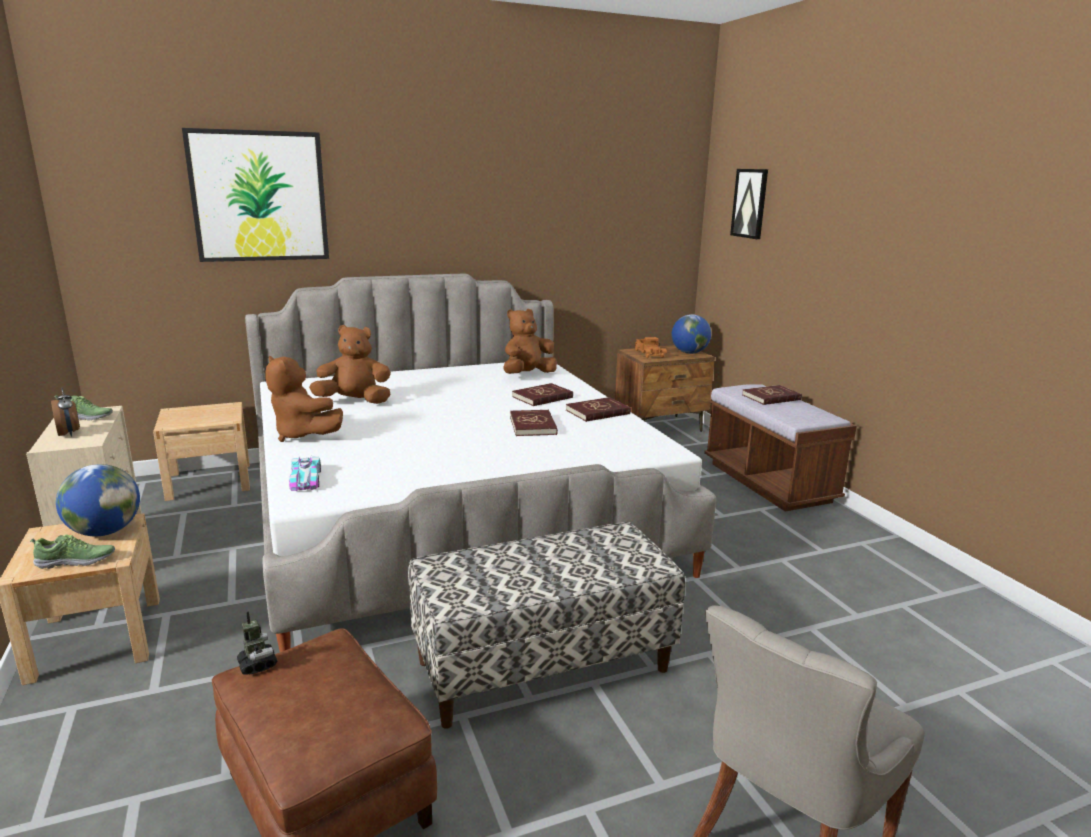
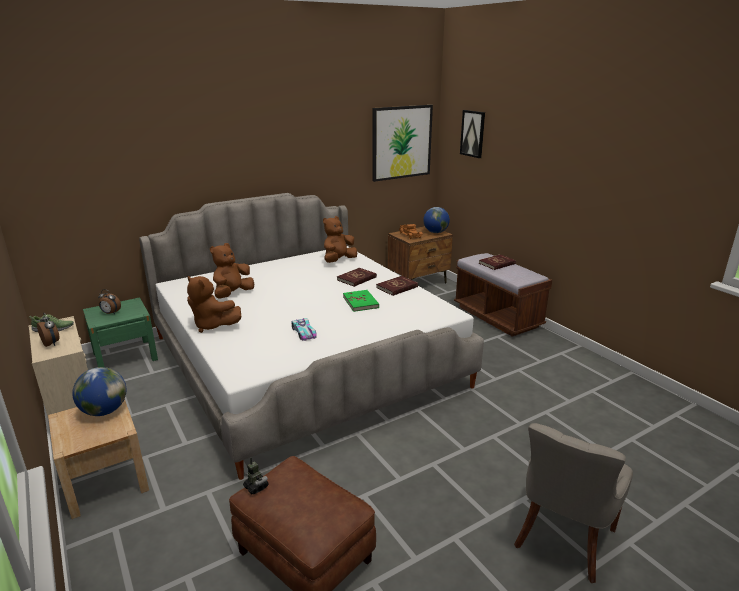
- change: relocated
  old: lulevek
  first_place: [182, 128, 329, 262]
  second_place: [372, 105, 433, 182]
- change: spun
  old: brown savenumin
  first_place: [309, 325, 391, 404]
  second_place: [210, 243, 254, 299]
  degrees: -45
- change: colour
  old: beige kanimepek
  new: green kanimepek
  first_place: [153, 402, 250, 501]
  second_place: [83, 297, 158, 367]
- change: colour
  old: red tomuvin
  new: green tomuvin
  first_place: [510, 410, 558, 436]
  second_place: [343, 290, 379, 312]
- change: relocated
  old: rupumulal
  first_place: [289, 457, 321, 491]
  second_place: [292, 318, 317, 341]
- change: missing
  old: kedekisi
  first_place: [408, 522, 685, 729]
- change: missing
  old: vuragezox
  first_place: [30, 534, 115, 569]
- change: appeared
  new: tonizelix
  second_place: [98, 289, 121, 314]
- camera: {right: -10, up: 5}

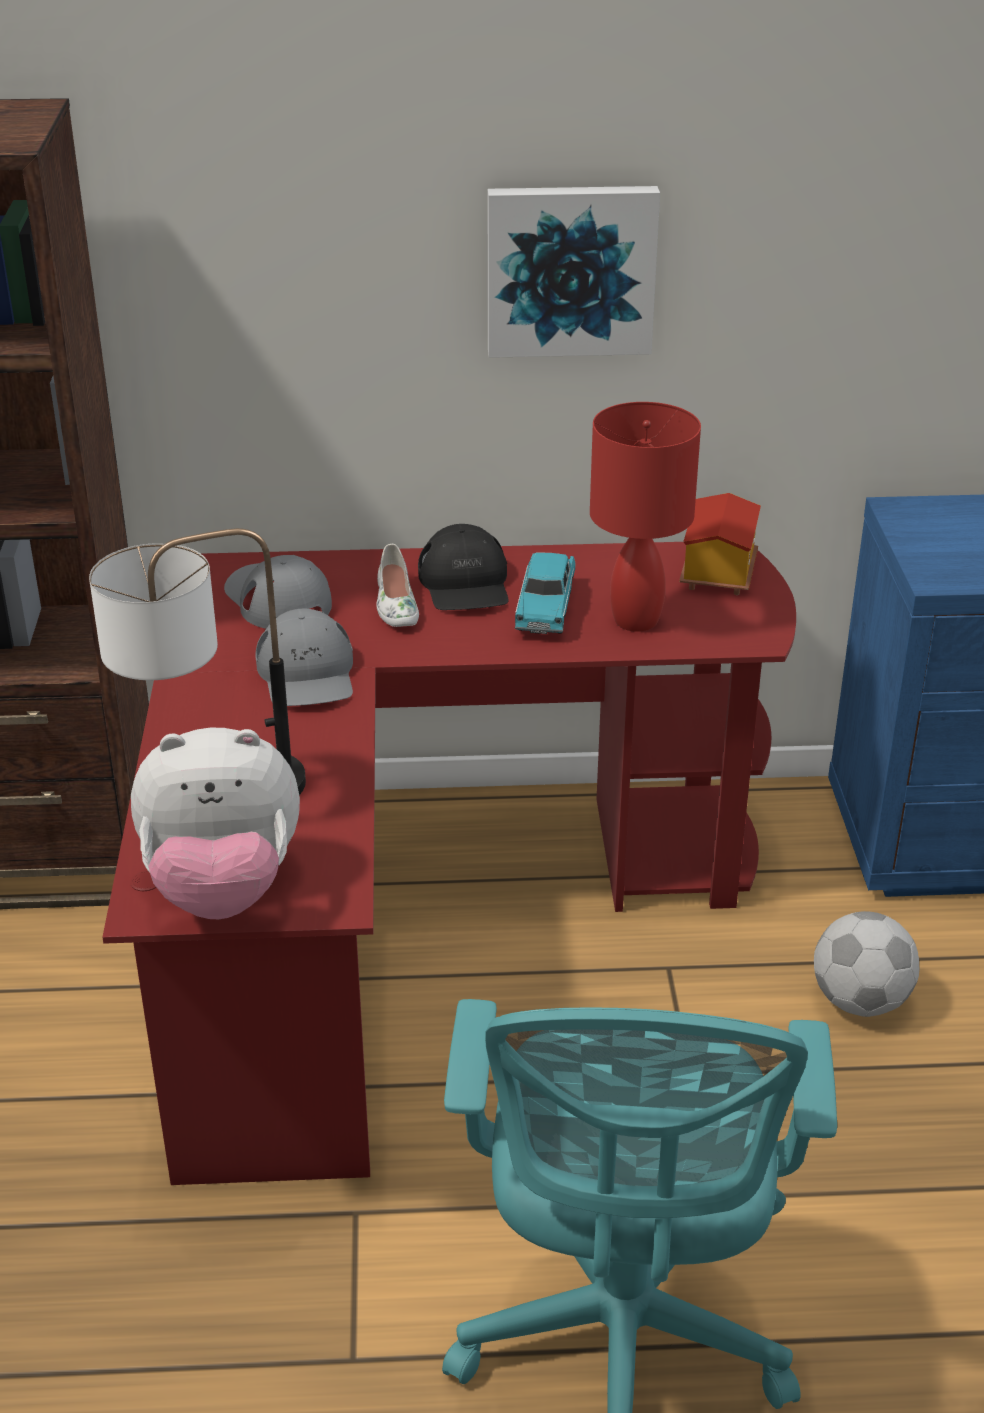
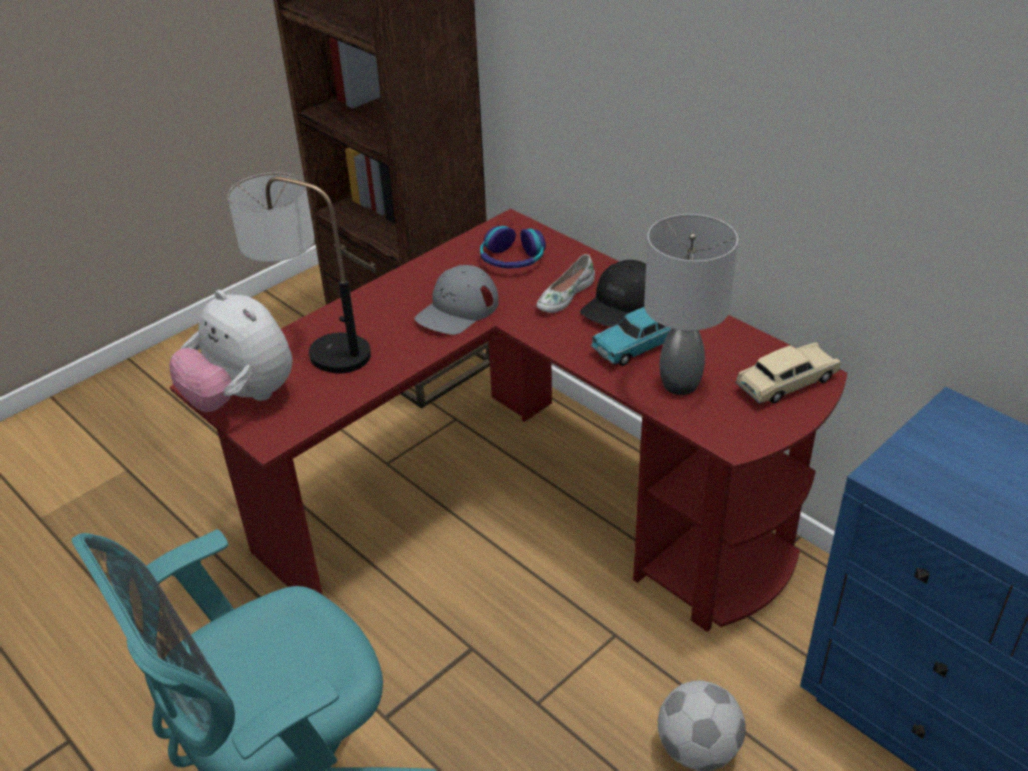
- change: missing
  old: lulevek
  first_place: [488, 186, 660, 358]
- change: colour
  old: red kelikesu
  new: grey kelikesu
  first_place: [590, 402, 701, 632]
  second_place: [644, 214, 738, 395]
- change: exchanged
  old: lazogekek
  new: beige rupumulal
  first_place: [679, 493, 761, 595]
  second_place: [735, 342, 841, 404]
- change: exchanged
  old: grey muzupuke
  new: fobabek
  first_place: [224, 555, 332, 629]
  second_place: [480, 226, 546, 268]
- camera: {right: 50, up: 5}

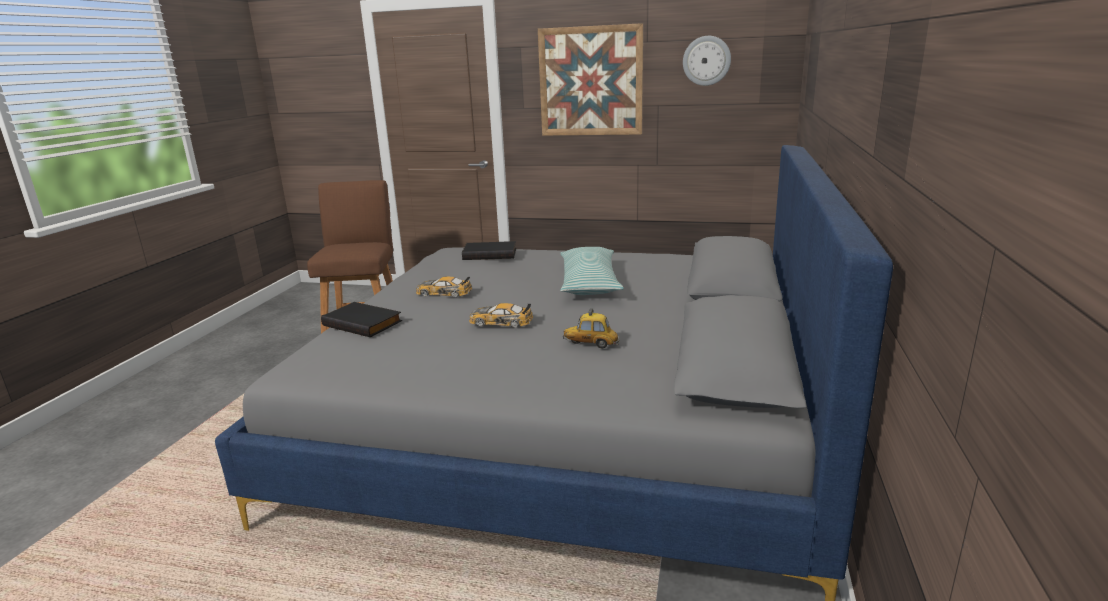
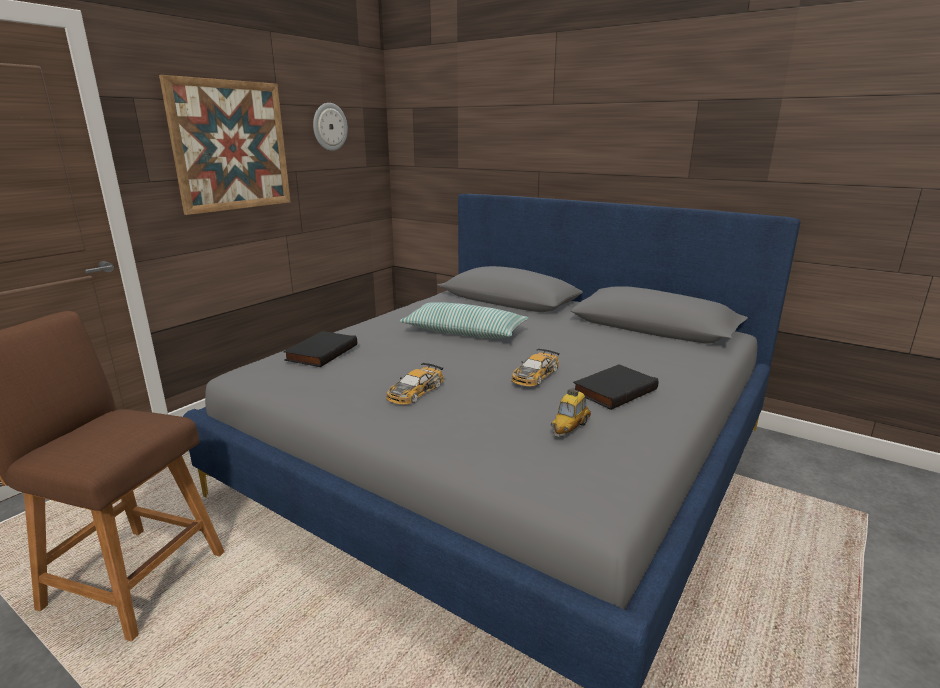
- change: relocated
  old: black tomuvin
  first_place: [321, 302, 402, 338]
  second_place: [573, 364, 658, 410]
- change: relocated
  old: rupumulal
  first_place: [563, 308, 620, 348]
  second_place: [551, 389, 591, 437]
- camera: {right: -70, up: 0}

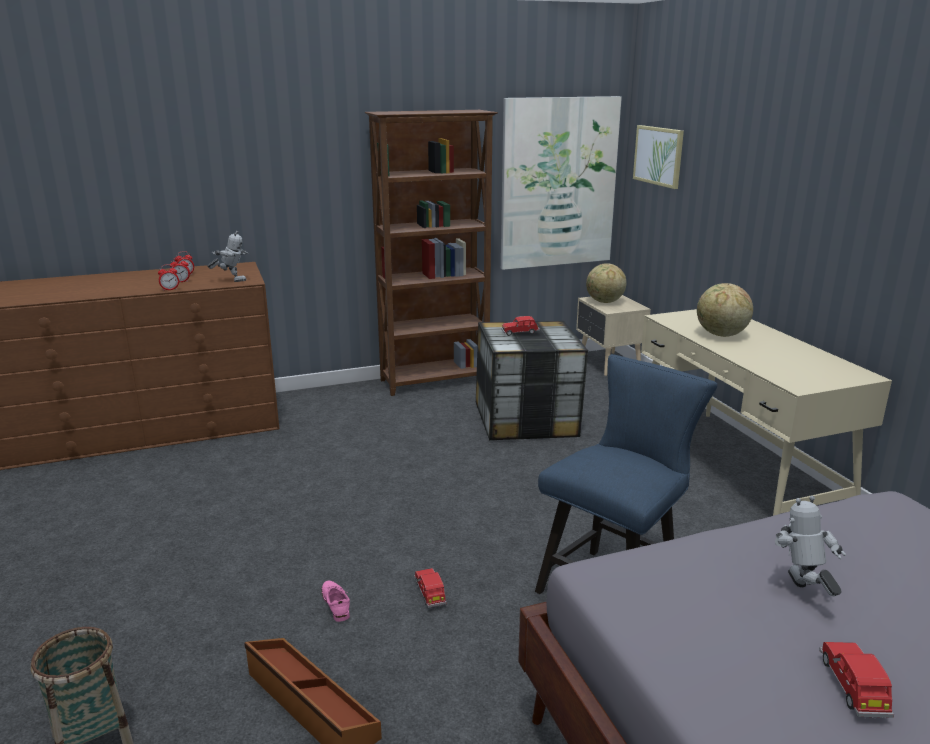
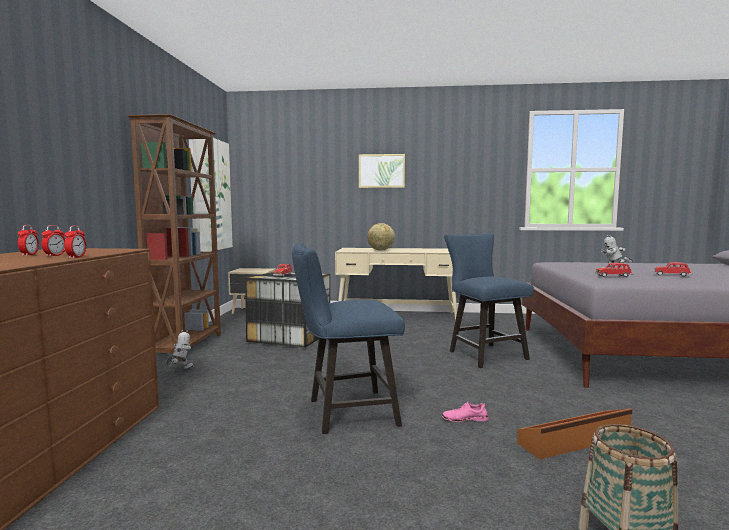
- change: relocated
  old: lulevek
  first_place: [633, 125, 684, 189]
  second_place: [359, 154, 405, 188]
- change: relocated
  old: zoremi
  first_place: [207, 231, 249, 282]
  second_place: [165, 330, 193, 370]
- change: missing
  old: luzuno
  first_place: [586, 263, 627, 303]
- change: relocated
  old: red rupumulal
  first_place: [414, 568, 447, 608]
  second_place: [595, 263, 633, 277]
- change: appeared
  new: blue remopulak
  second_place: [292, 243, 405, 434]
- camera: {right: -65, up: -15}

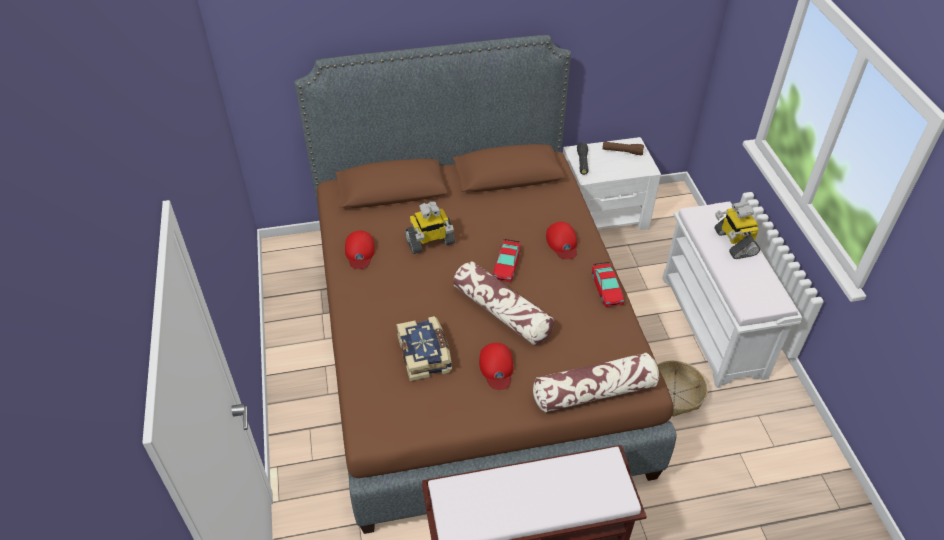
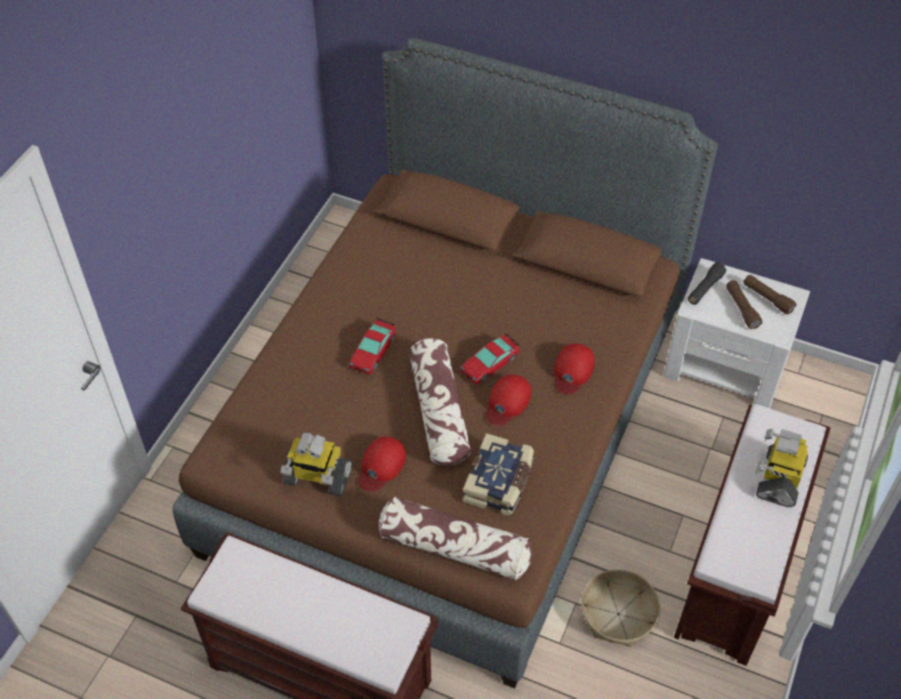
- change: relocated
  old: zoremi
  first_place: [405, 201, 455, 254]
  second_place: [281, 433, 352, 497]
- change: colour
  old: white kedekisi
  new: brown kedekisi
  first_place: [662, 201, 802, 388]
  second_place: [674, 404, 831, 666]
- change: relocated
  old: red muzupuke
  first_place: [345, 230, 375, 269]
  second_place: [486, 374, 531, 426]
- change: relocated
  old: rupumulal
  first_place: [592, 262, 624, 307]
  second_place: [349, 318, 396, 375]
- change: relocated
  old: tomuvin
  first_place: [396, 316, 452, 381]
  second_place: [463, 433, 534, 516]
- change: appeared
  new: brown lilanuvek
  second_place: [726, 280, 762, 329]
- camera: {right: 35, up: 5}

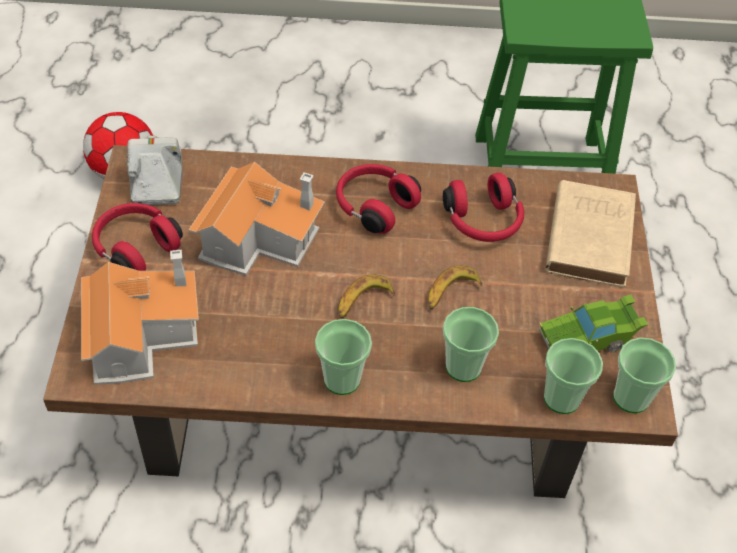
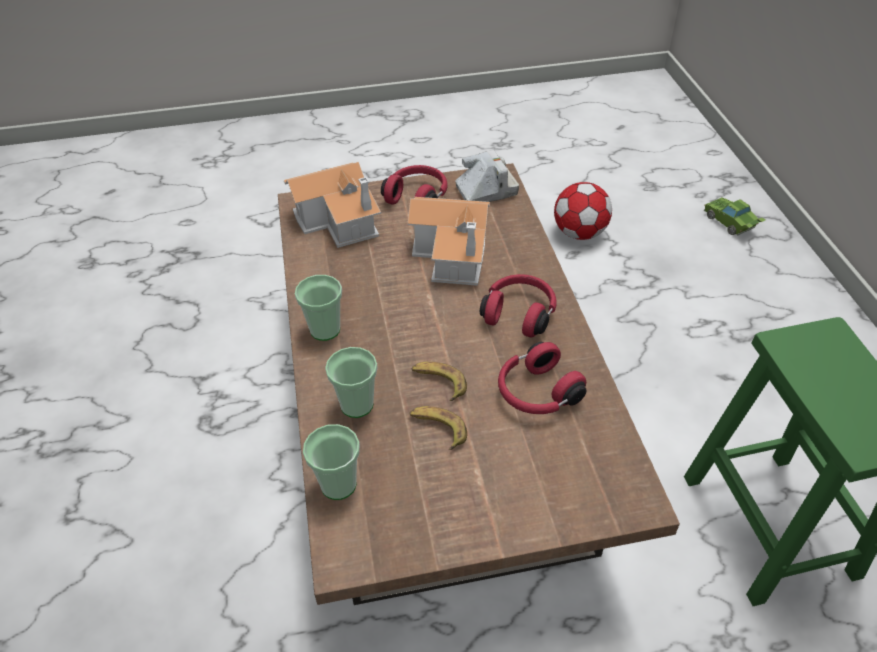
- change: missing
  old: beige tomuvin
  first_place: [546, 180, 636, 288]
- change: relocated
  old: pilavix
  first_place: [338, 274, 395, 318]
  second_place: [409, 406, 467, 450]
- change: relocated
  old: green rupumulal
  first_place: [539, 295, 648, 353]
  second_place: [704, 197, 765, 236]
- change: missing
  old: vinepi
  first_place: [613, 337, 676, 413]
- camera: {right: 80, up: -5}

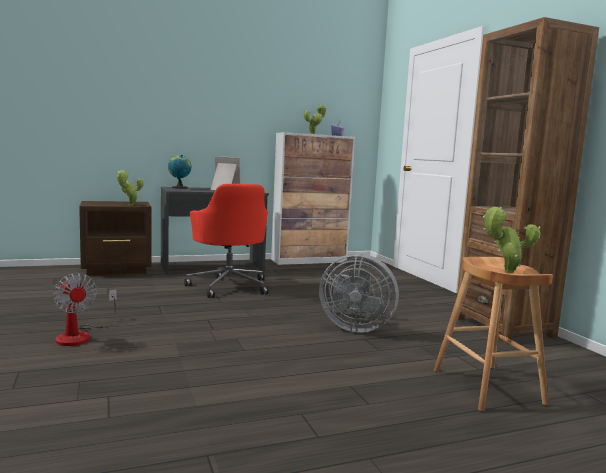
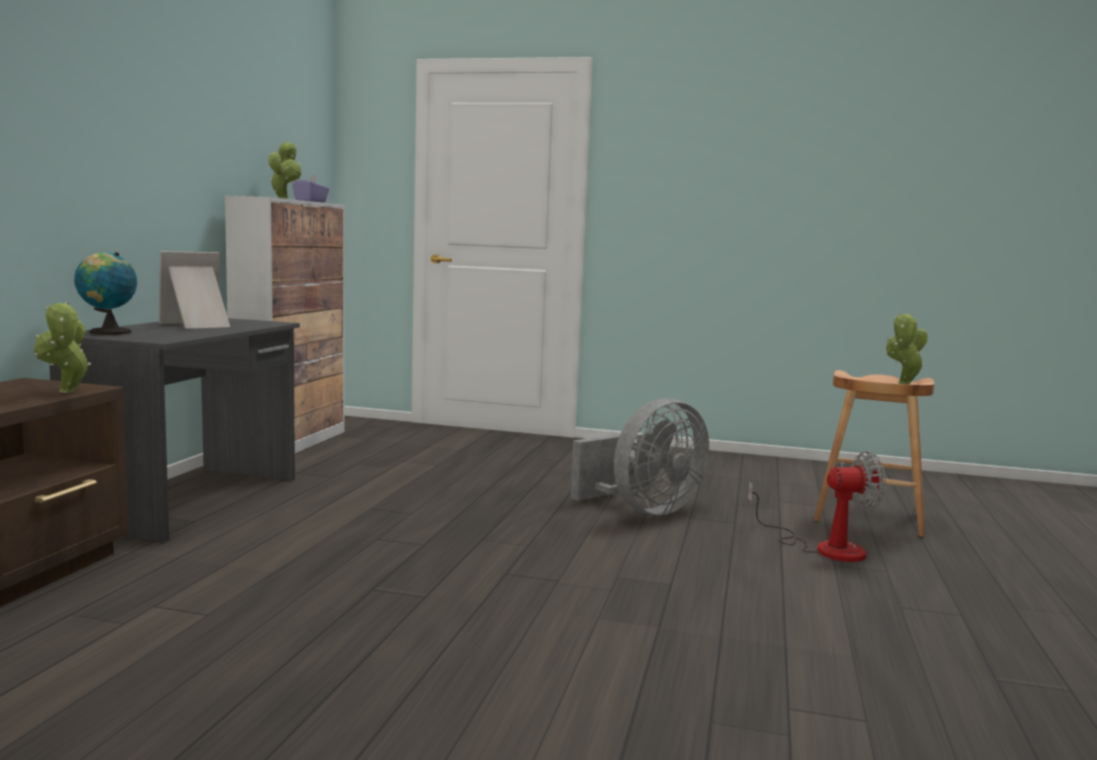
- change: missing
  old: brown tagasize
  first_place: [457, 17, 599, 344]
- change: missing
  old: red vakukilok
  first_place: [184, 184, 268, 298]
- change: relocated
  old: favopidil
  first_place: [53, 273, 117, 346]
  second_place: [748, 451, 886, 562]
- camera: {right: -55, up: 0}

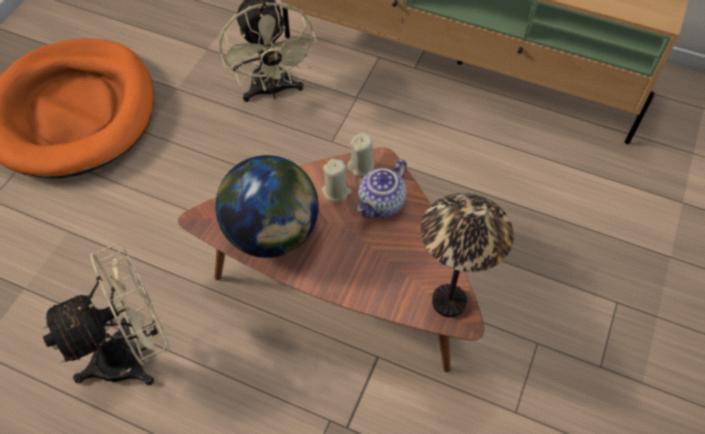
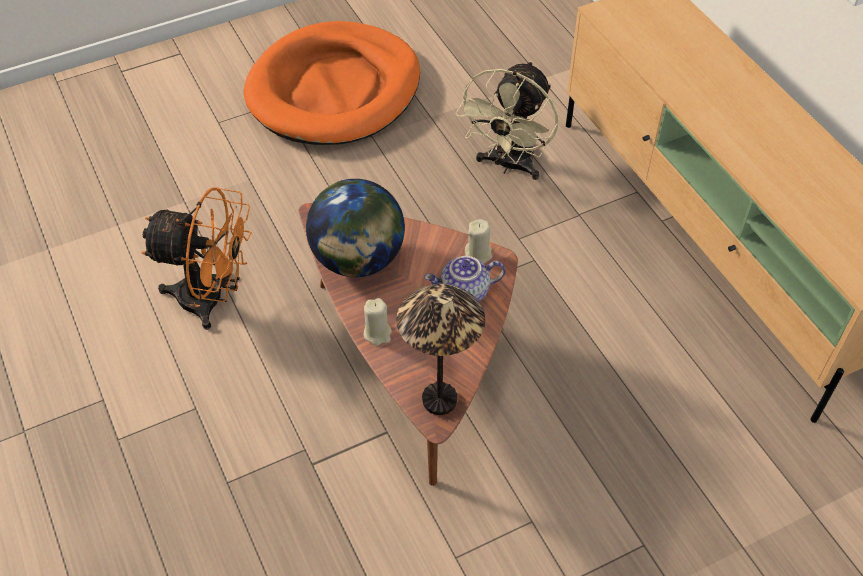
- change: relocated
  old: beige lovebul
  first_place: [322, 159, 352, 202]
  second_place: [364, 298, 392, 346]
- change: colour
  old: beige favopidil
  new: orange favopidil
  first_place: [42, 243, 170, 385]
  second_place: [141, 187, 252, 330]
- camera: {right: 40, up: -5}

